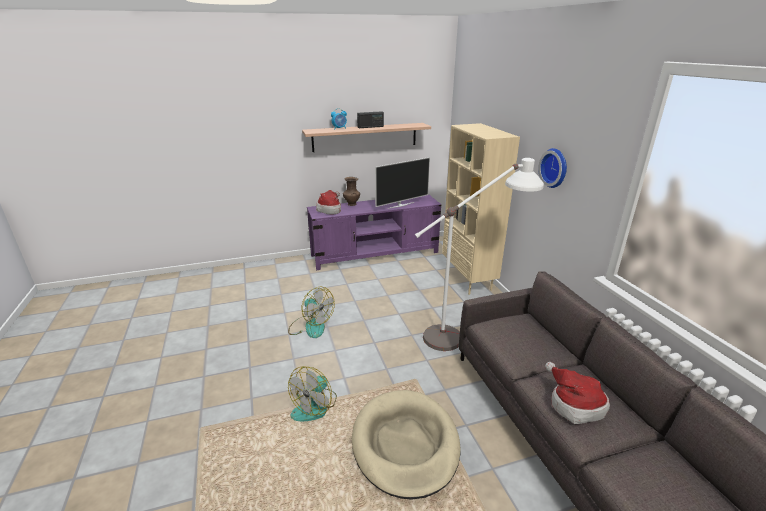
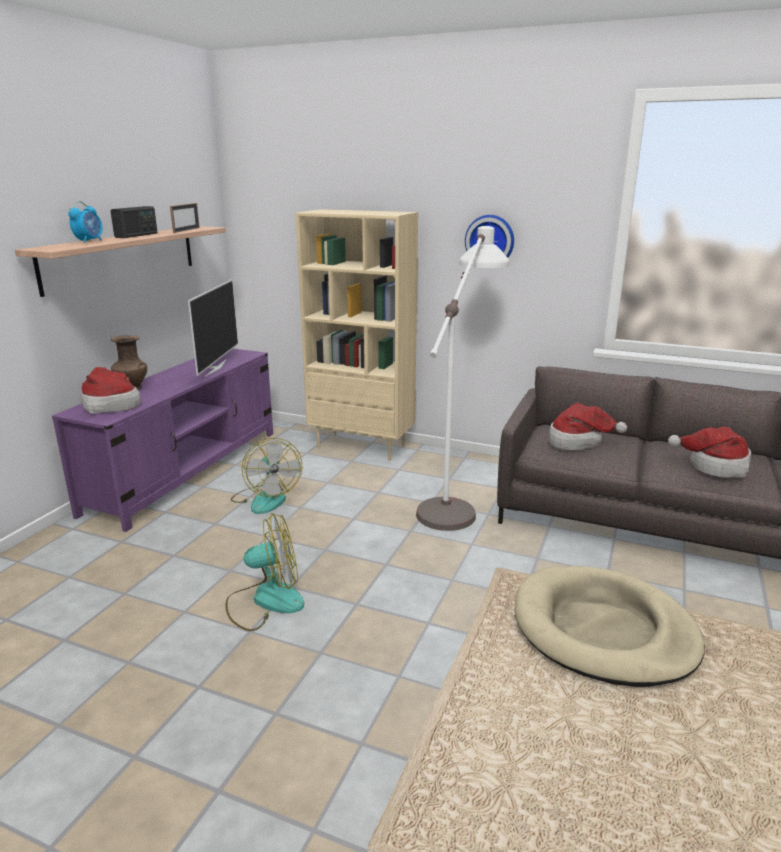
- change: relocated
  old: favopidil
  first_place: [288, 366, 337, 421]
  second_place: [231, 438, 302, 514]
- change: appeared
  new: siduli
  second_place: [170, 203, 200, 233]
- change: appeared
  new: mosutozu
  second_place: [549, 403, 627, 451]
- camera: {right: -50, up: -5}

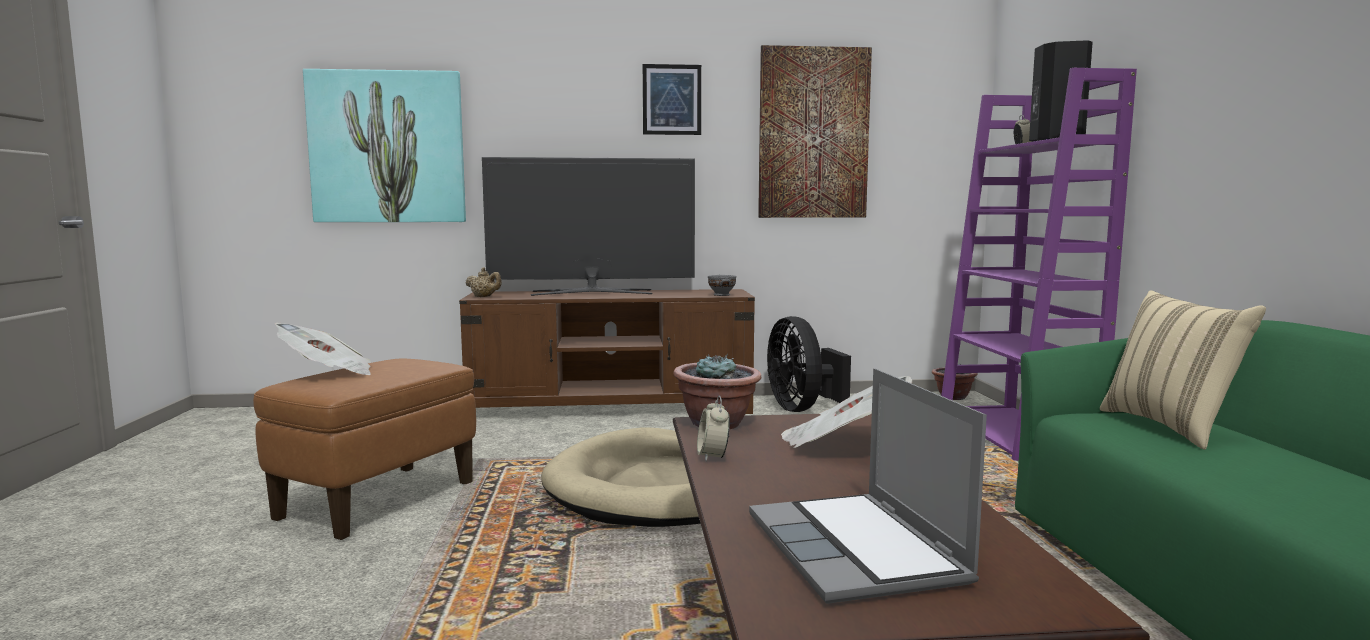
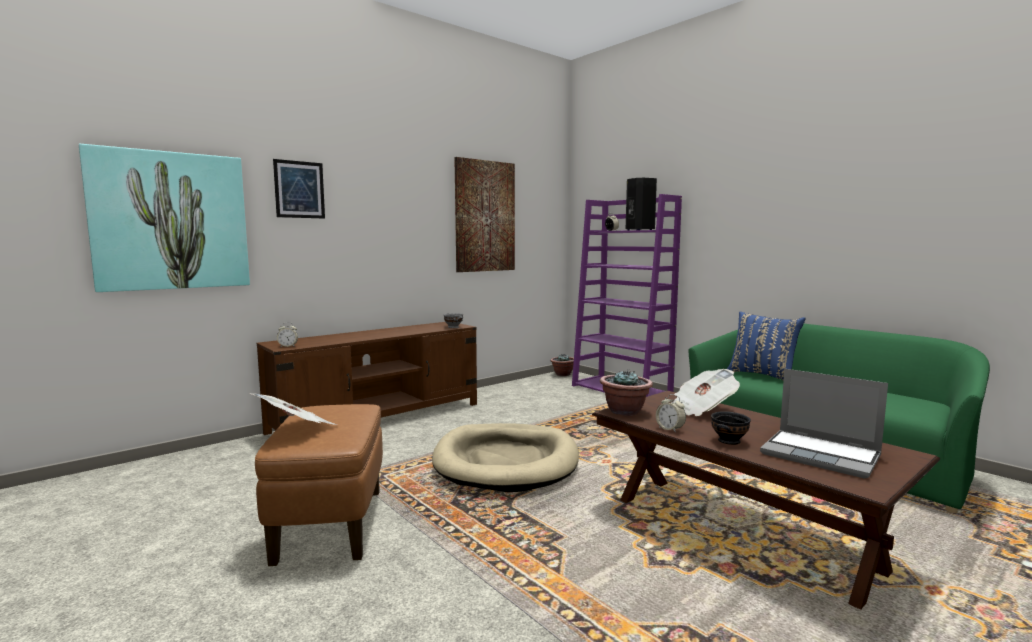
- change: relocated
  old: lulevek
  first_place: [643, 64, 701, 135]
  second_place: [273, 159, 325, 218]
- change: missing
  old: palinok
  first_place: [482, 157, 695, 296]
- change: exchanged
  old: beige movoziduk
  new: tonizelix
  first_place: [465, 267, 502, 297]
  second_place: [277, 322, 298, 348]
- change: colour
  old: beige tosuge
  new: blue tosuge
  first_place: [1100, 290, 1266, 450]
  second_place: [727, 312, 806, 381]
- change: missing
  old: black favopidil
  first_place: [767, 316, 851, 412]
- change: appeared
  new: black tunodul
  second_place: [711, 411, 751, 445]
- camera: {right: -35, up: 0}

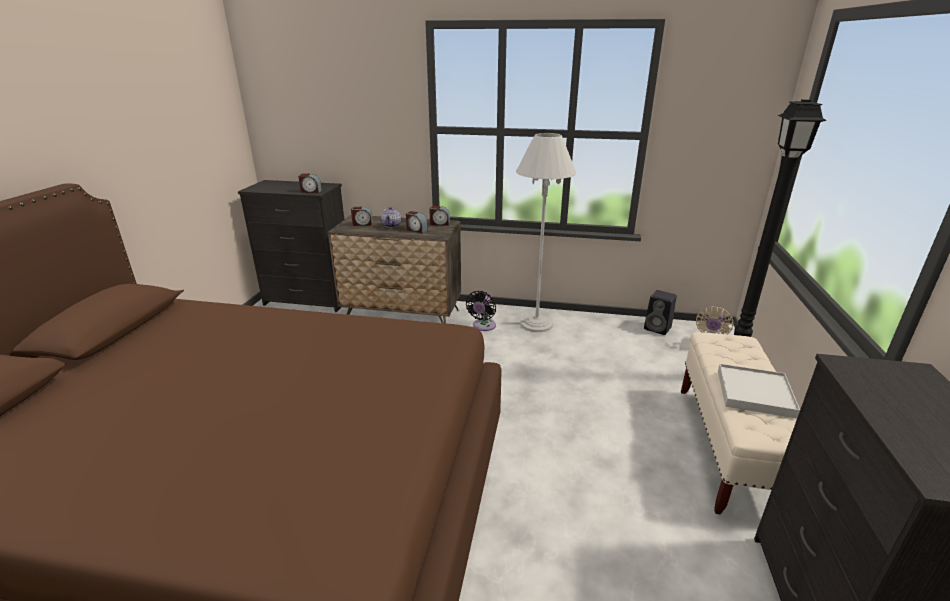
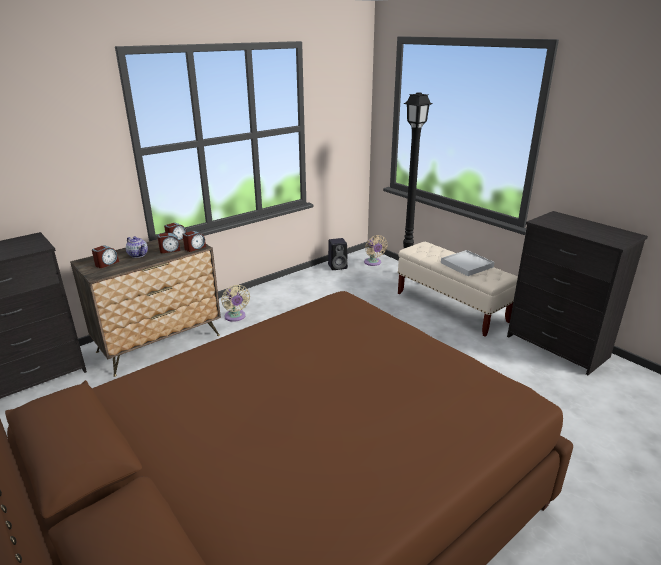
- change: missing
  old: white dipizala
  first_place: [516, 133, 577, 332]
- change: relocated
  old: tonizelix
  first_place: [298, 174, 322, 193]
  second_place: [183, 231, 206, 252]
- change: colour
  old: black favopidil
  new: beige favopidil
  first_place: [466, 291, 496, 331]
  second_place: [221, 285, 250, 322]
- camera: {right: -50, up: 0}

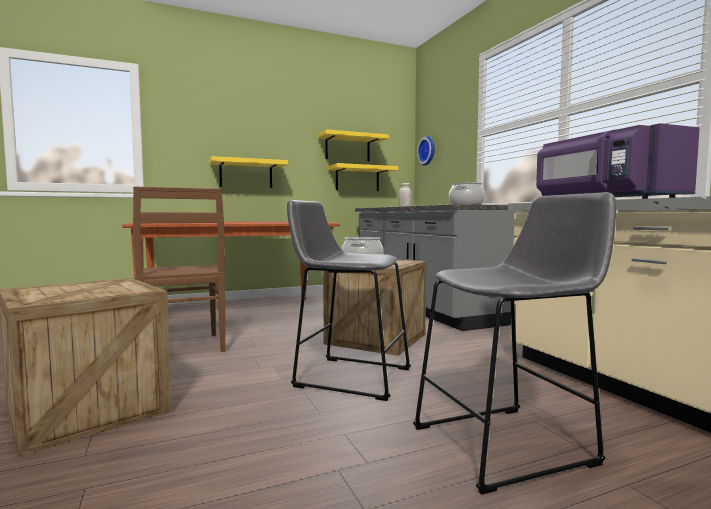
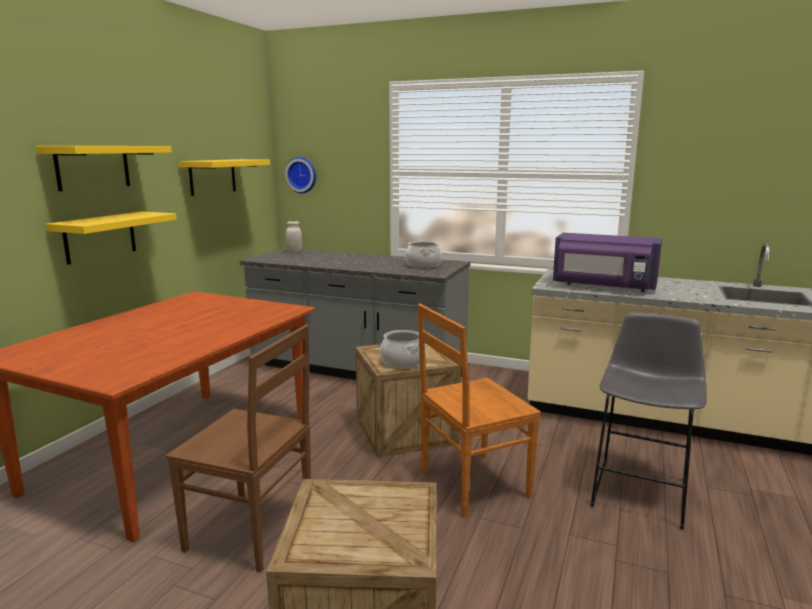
- change: relocated
  old: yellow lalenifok
  first_place: [328, 163, 398, 191]
  second_place: [36, 146, 172, 191]
- change: exchanged
  old: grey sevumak
  new: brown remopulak
  first_place: [287, 200, 411, 401]
  second_place: [418, 304, 541, 517]
- camera: {right: -45, up: 10}

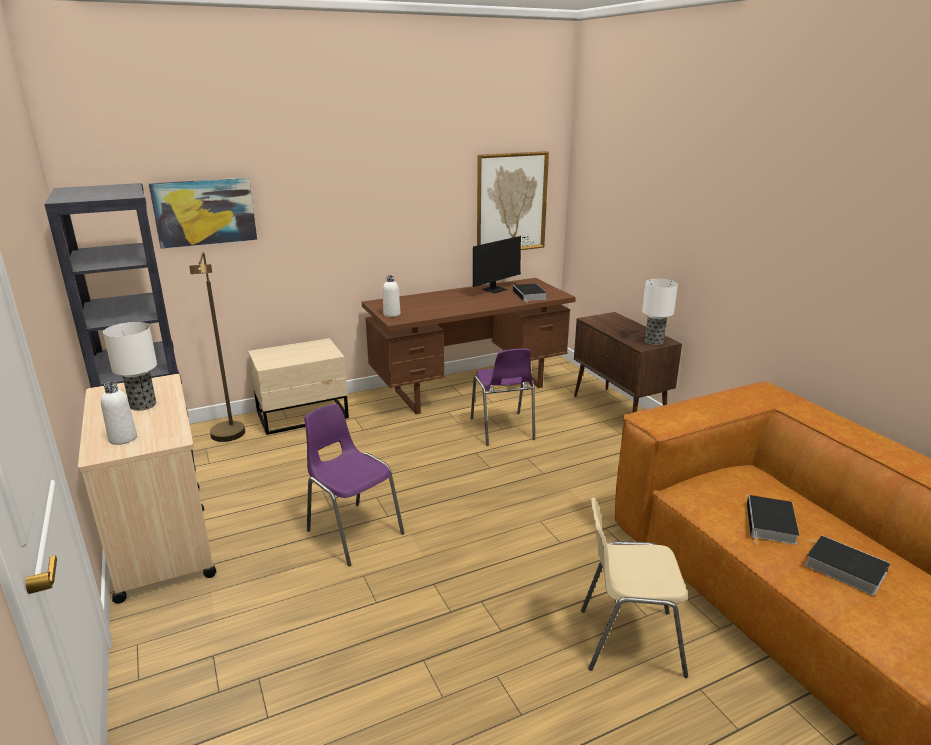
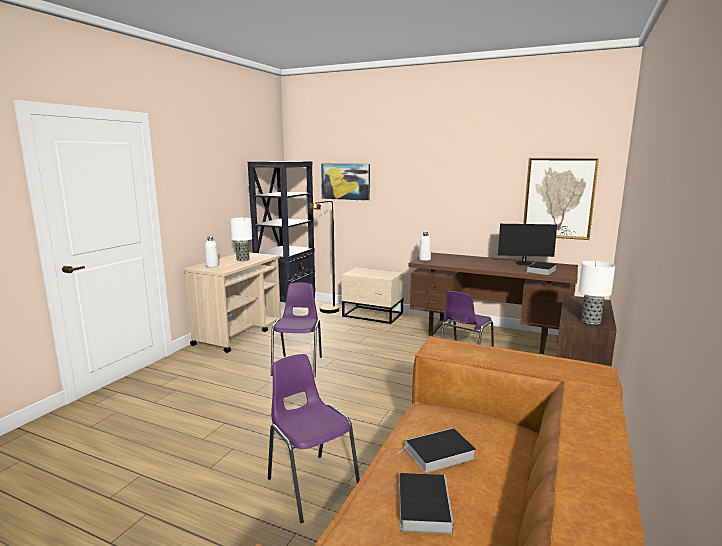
- change: colour
  old: beige remopulak
  new: purple remopulak
  first_place: [581, 498, 688, 678]
  second_place: [268, 354, 360, 523]
- camera: {right: 50, up: -10}

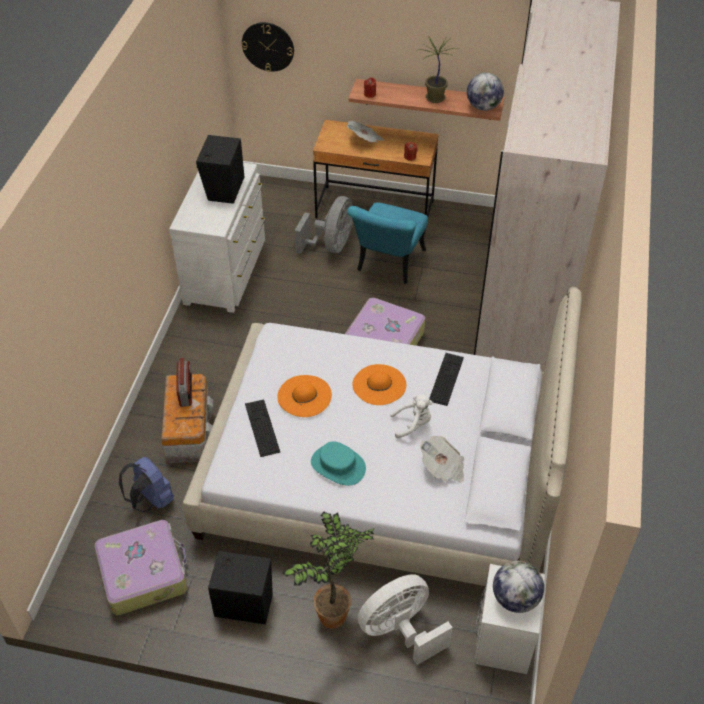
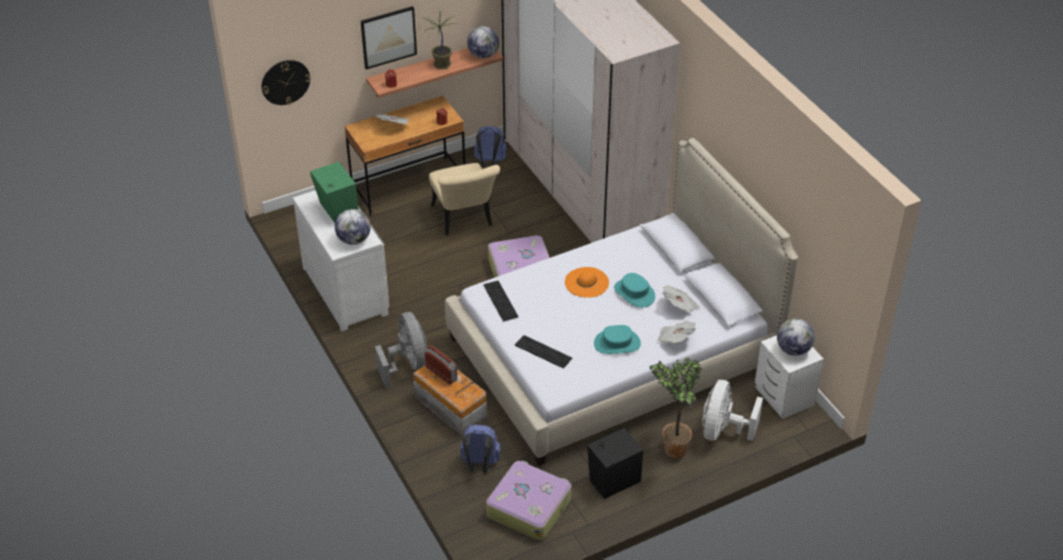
- change: colour
  old: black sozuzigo
  new: green sozuzigo
  first_place: [196, 135, 245, 204]
  second_place: [310, 162, 358, 223]
- change: relocated
  old: grey favopidil
  first_place: [295, 196, 353, 254]
  second_place: [375, 312, 427, 388]
- change: colour
  old: turquoise remopulak
  new: beige remopulak
  first_place: [347, 203, 428, 284]
  second_place: [429, 163, 500, 235]
- change: relocated
  old: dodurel
  first_place: [429, 353, 464, 406]
  second_place: [483, 281, 519, 321]
- change: missing
  old: orange mosutozu
  first_place: [277, 375, 332, 417]
- change: exchanged
  old: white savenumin
  new: turquoise mosutozu
  first_place: [390, 395, 433, 439]
  second_place: [614, 273, 655, 308]
- change: appeared
  new: lulevek
  second_place: [361, 6, 417, 70]
- change: appeared
  new: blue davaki
  second_place: [474, 126, 507, 167]
- change: appeared
  new: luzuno
  second_place: [335, 209, 371, 245]
- change: appeared
  new: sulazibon
  second_place: [657, 321, 696, 343]
- camera: {right: -40, up: -5}

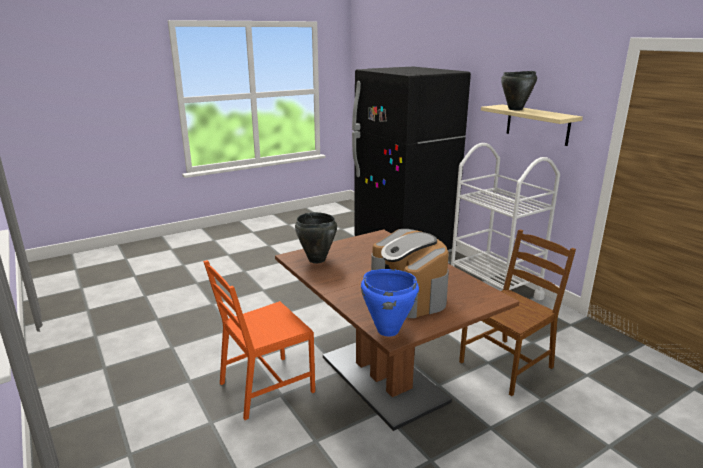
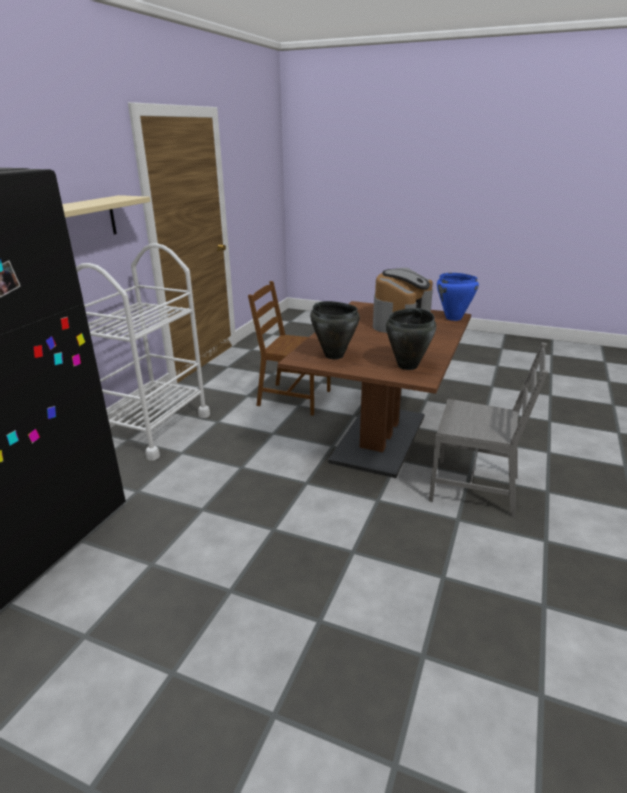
- change: relocated
  old: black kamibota
  first_place: [501, 71, 537, 111]
  second_place: [310, 301, 360, 359]
- change: colour
  old: orange remopulak
  new: grey remopulak
  first_place: [203, 260, 315, 420]
  second_place: [429, 343, 548, 518]
- camera: {right: -125, up: 5}

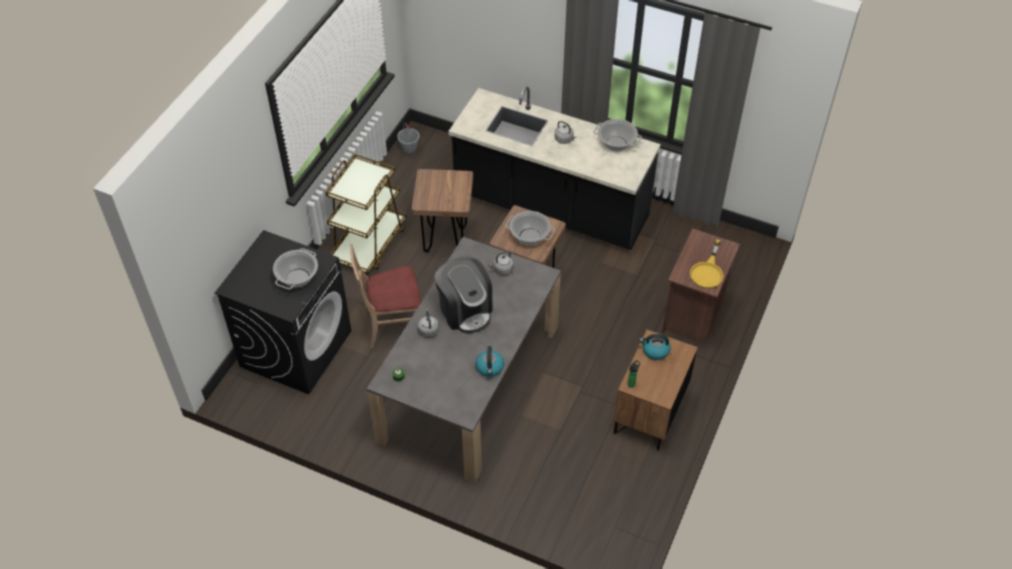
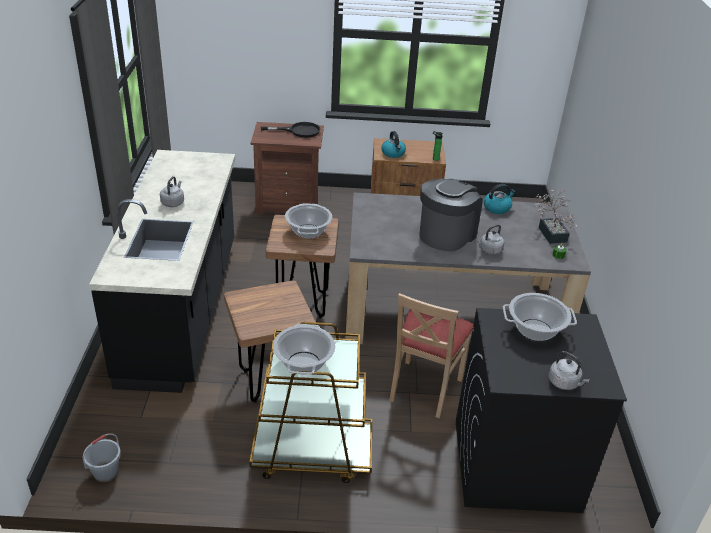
- change: relocated
  old: kamibota
  first_place: [594, 119, 642, 152]
  second_place: [273, 324, 335, 375]
- change: colour
  old: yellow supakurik
  new: black supakurik
  first_place: [690, 239, 723, 288]
  second_place: [261, 122, 320, 138]
- change: spun
  old: beige remopulak
  first_place: [350, 244, 421, 348]
  second_place: [389, 293, 473, 418]
  degrees: 60
- change: relocated
  old: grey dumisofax
  first_place: [488, 251, 514, 275]
  second_place: [549, 351, 590, 390]
- change: appeared
  new: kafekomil
  second_place: [535, 189, 577, 244]
- camera: {right: -115, up: -15}

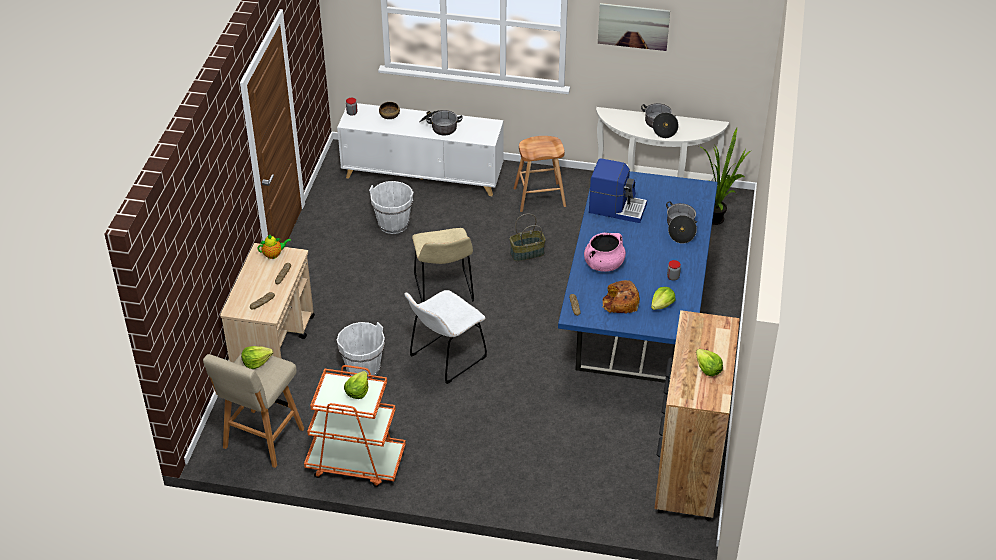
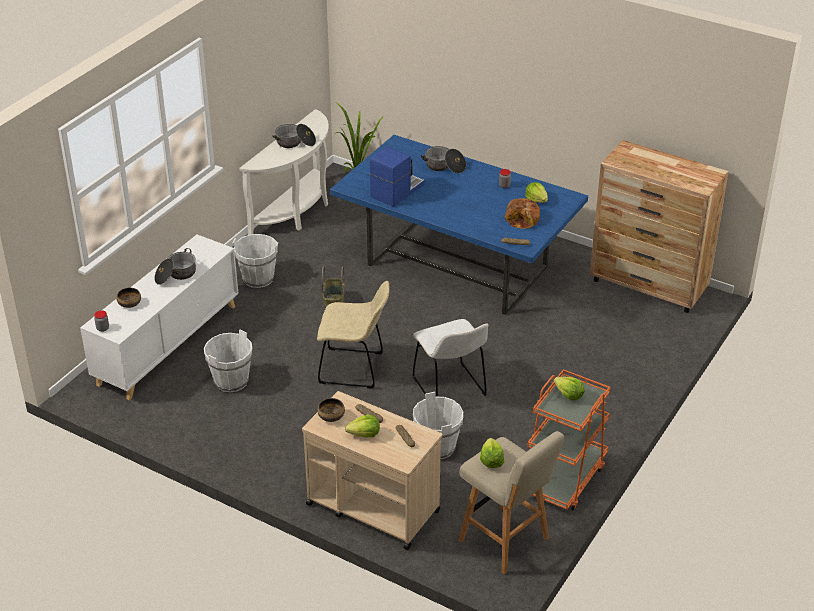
- change: missing
  old: lulevek
  first_place: [598, 3, 670, 51]
- change: exchanged
  old: brown sevumak
  new: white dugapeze
  first_place: [513, 136, 566, 212]
  second_place: [233, 234, 278, 288]
- change: missing
  old: pink kamibota
  first_place: [584, 233, 626, 272]
- change: exchanged
  old: movoziduk
  new: tunodul
  first_place: [257, 235, 291, 259]
  second_place: [317, 398, 345, 422]
- change: relocated
  old: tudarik
  first_place: [696, 349, 723, 376]
  second_place: [345, 415, 380, 438]
- camera: {right: -70, up: -5}

